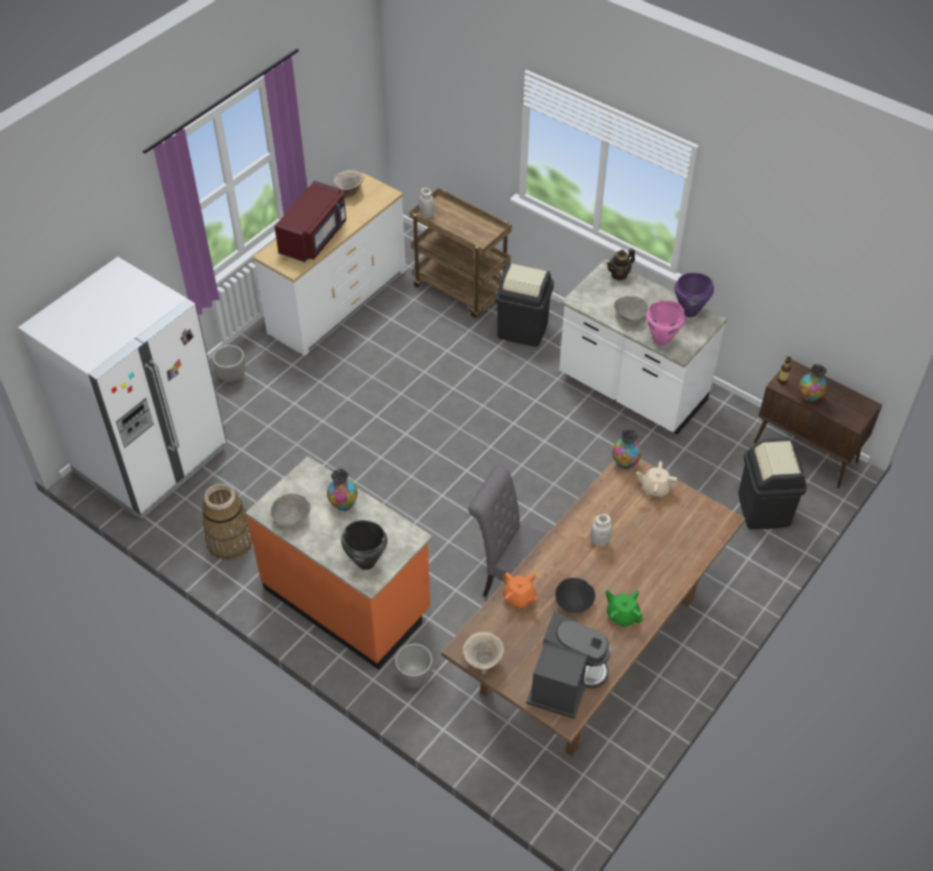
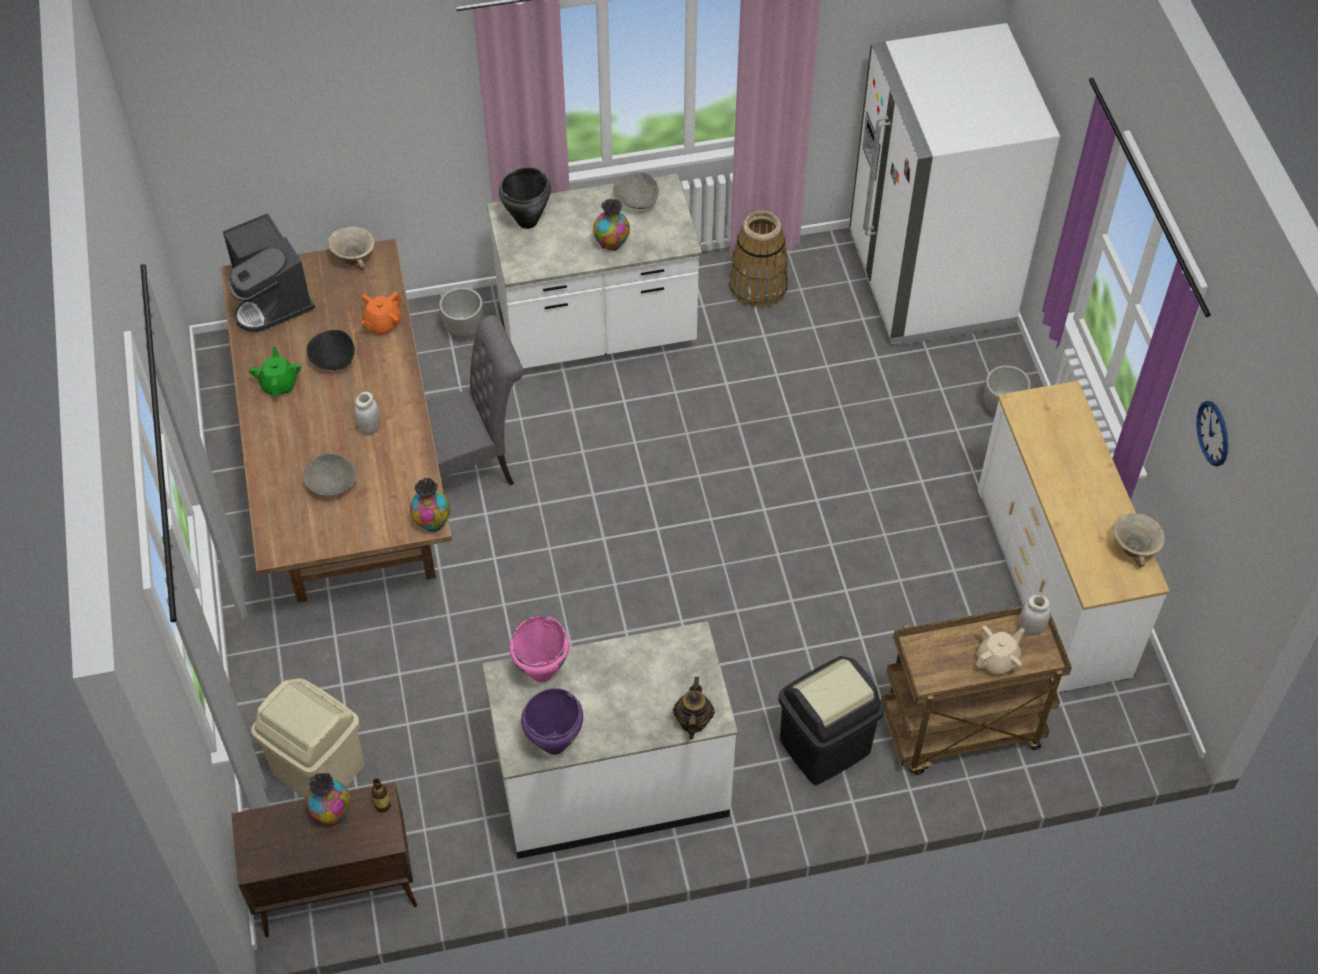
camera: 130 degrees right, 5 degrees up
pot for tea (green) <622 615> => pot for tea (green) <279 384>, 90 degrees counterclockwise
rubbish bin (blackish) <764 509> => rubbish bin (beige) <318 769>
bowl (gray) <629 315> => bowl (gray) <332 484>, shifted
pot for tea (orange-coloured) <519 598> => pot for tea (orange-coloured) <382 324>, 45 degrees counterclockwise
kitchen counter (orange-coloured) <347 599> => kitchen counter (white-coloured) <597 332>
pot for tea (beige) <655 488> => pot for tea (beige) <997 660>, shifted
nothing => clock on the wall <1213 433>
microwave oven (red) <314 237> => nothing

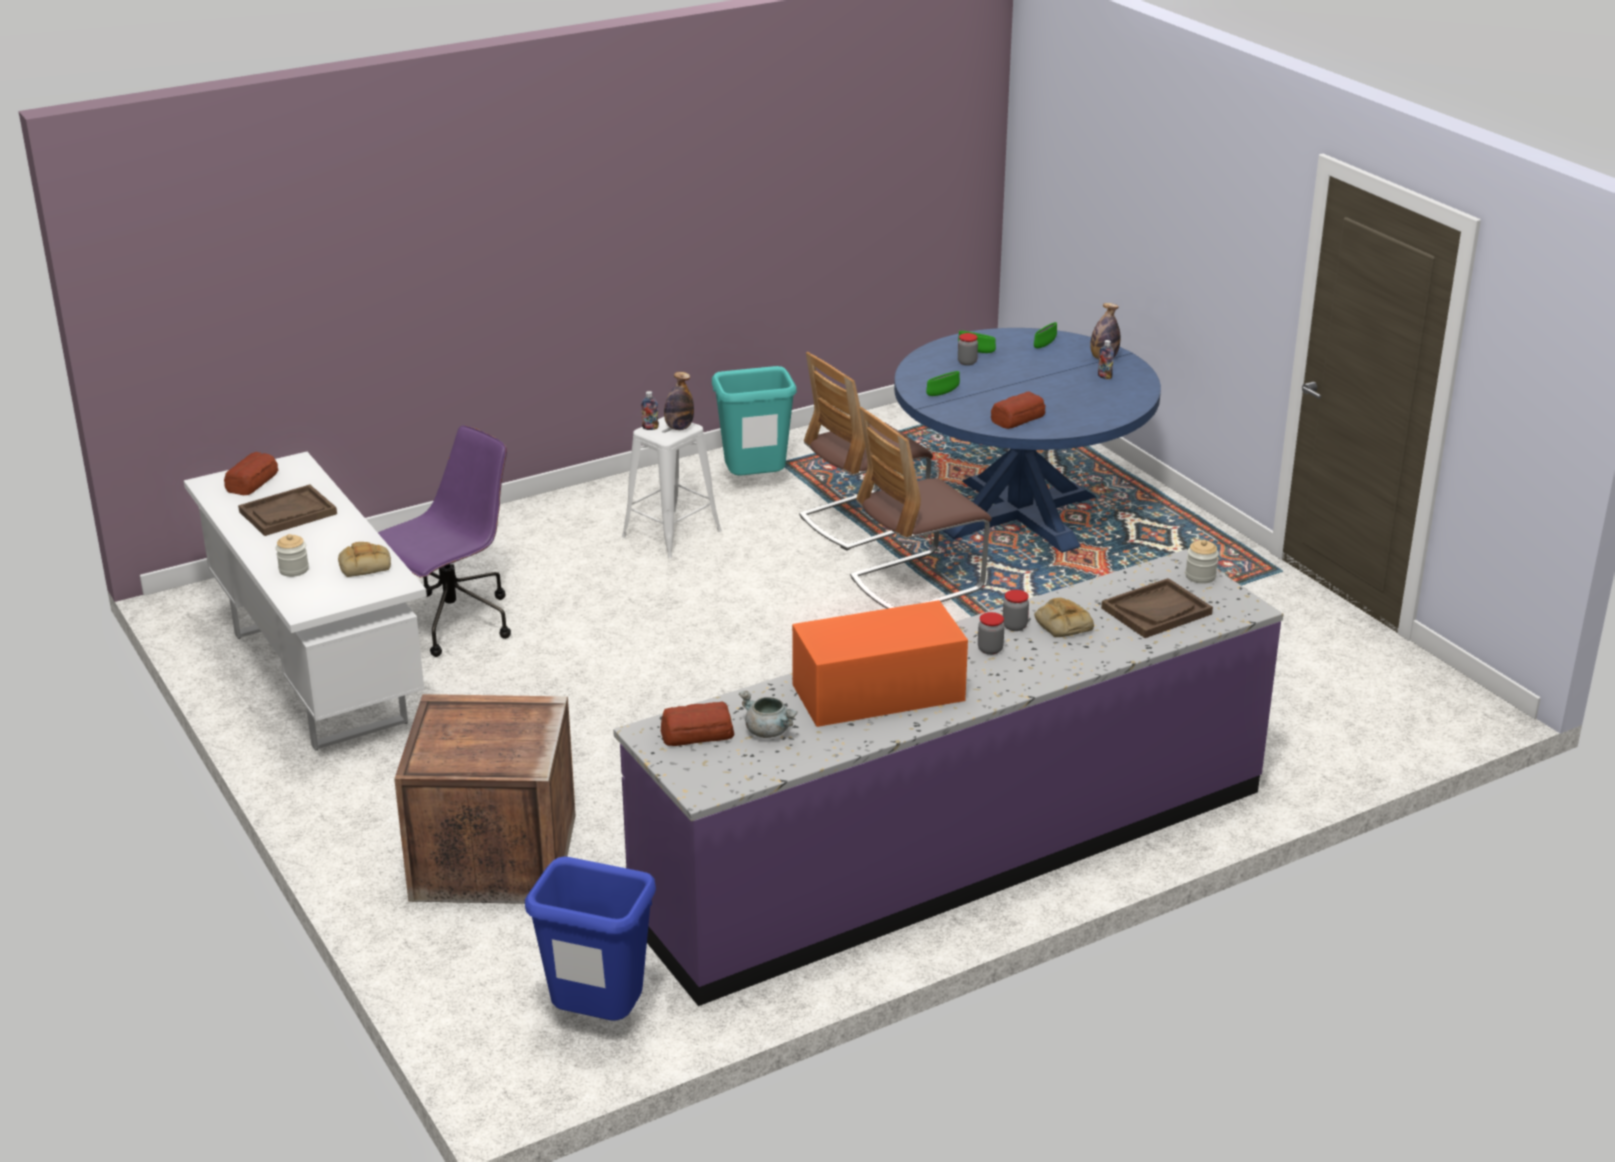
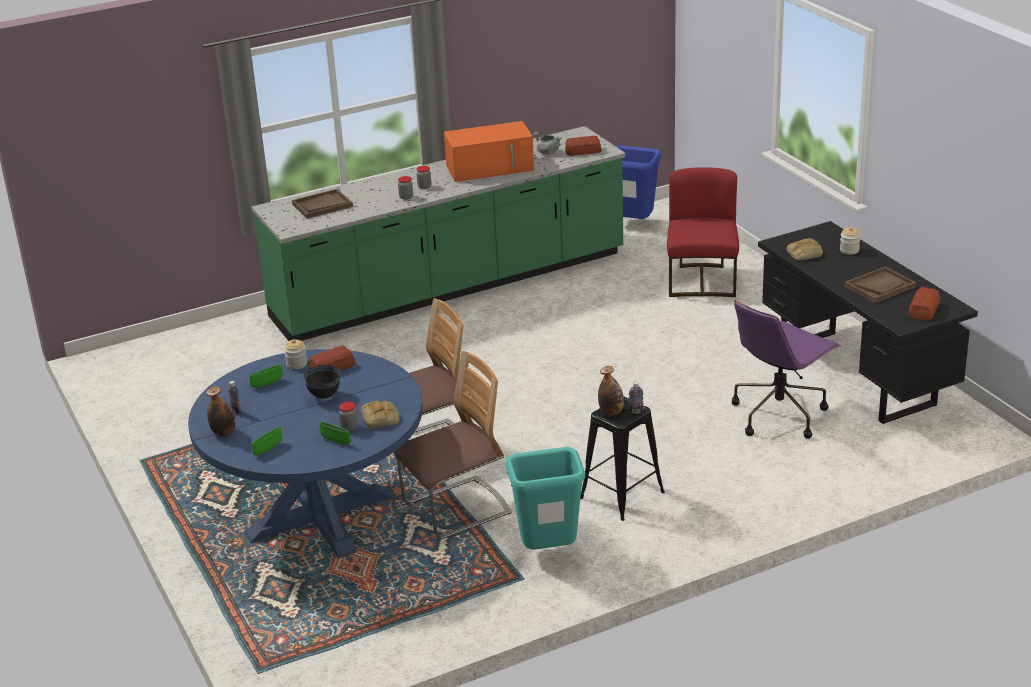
camera: 175 degrees left, 0 degrees up
bowl (green) <942 393> => bowl (green) <267 384>, shifted
kitchen counter (purplish) <955 852> => kitchen counter (green) <450 286>
storage jar <1200 576> => storage jar <296 364>, shifted
nothing => bowl (blackish) <324 396>
bread <1062 624> => bread <381 419>, shifted
sitting stool (white-coloured) <672 533> => sitting stool (blackish) <621 495>
crate <491 858> => upright chair (red) <702 281>
desk (white-coloured) <316 677> => desk (blackish) <857 375>

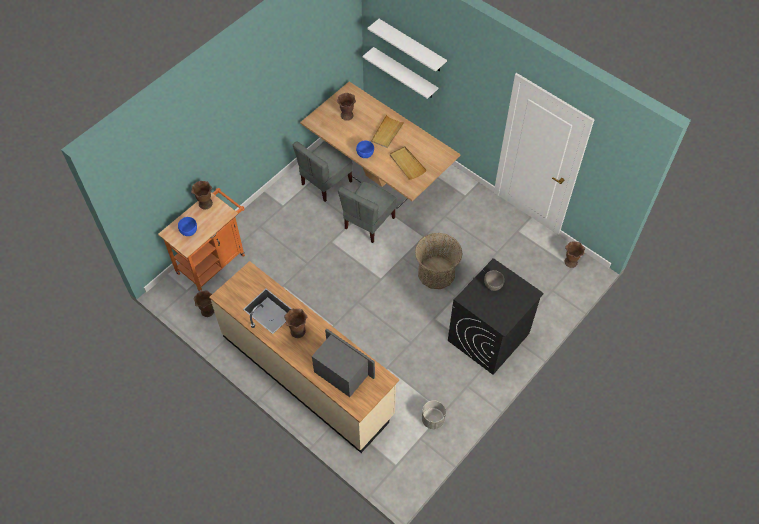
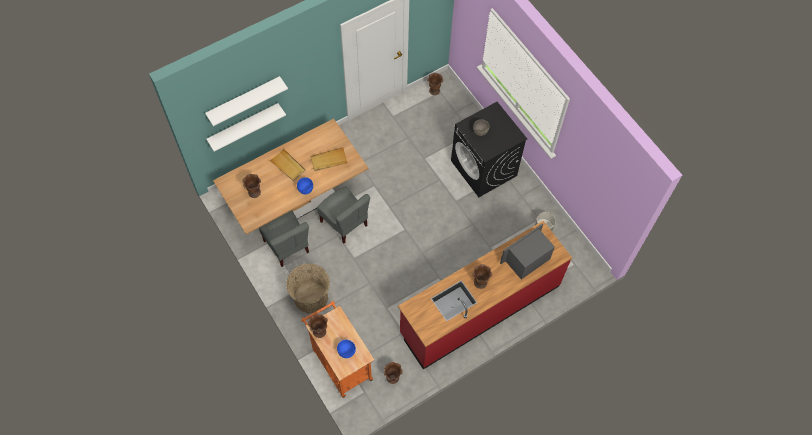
camera: 75 degrees left, 5 degrees up
storage basket <436 273> => storage basket <310 297>, shifted
kitchen counter (beige) <307 374> => kitchen counter (red) <479 309>

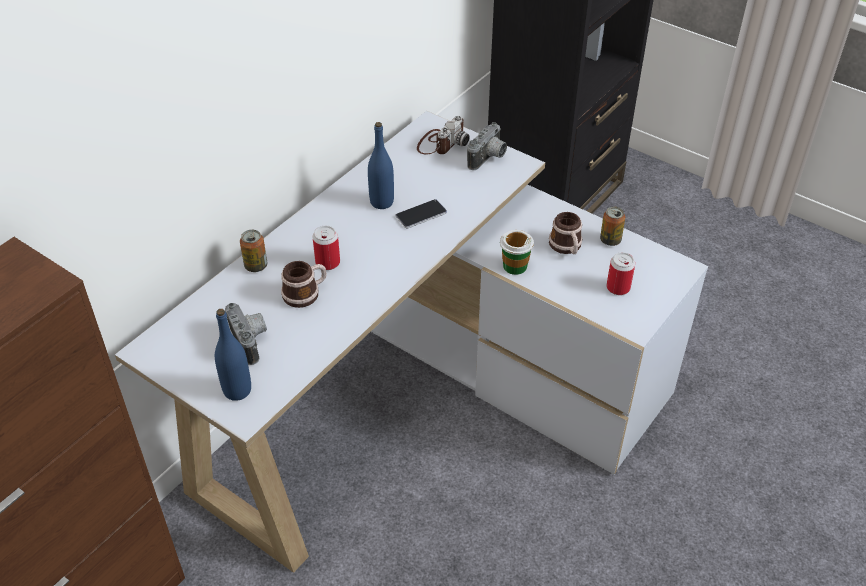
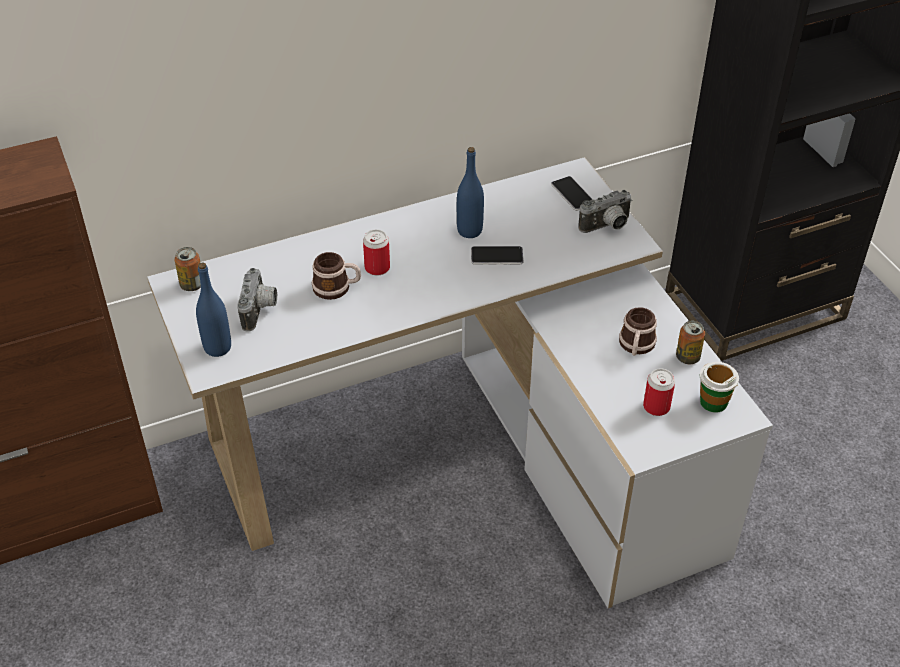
camera: 30 degrees right, 0 degrees up
can <256 266> => can <192 285>, shifted
photo camera <441 143> => phone <572 194>
small cup <514 266> => small cup <713 402>, shifted

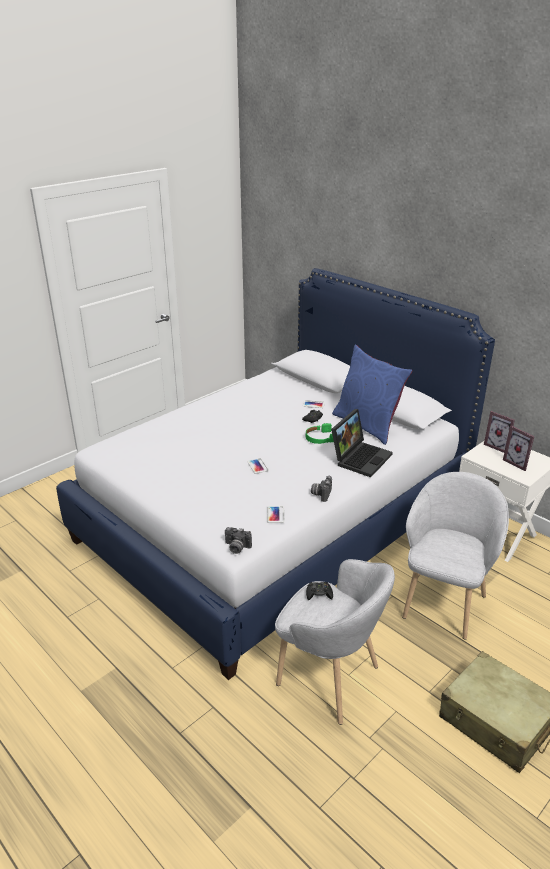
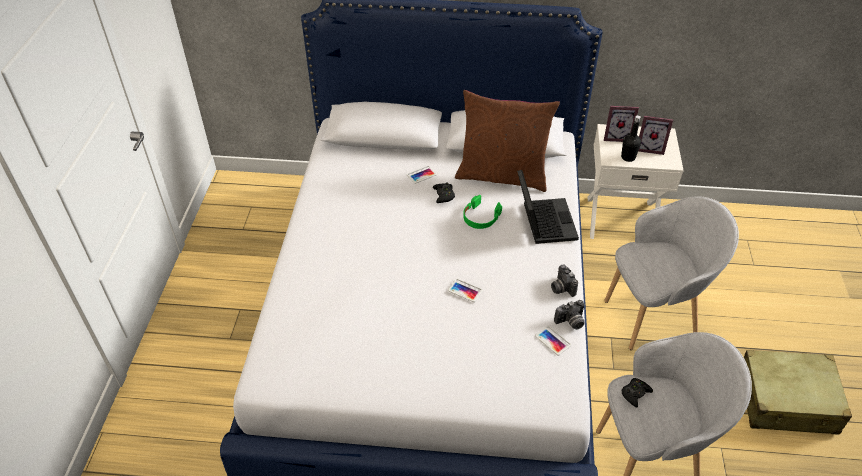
camera: 40 degrees left, 15 degrees up
throw pillow (blue) <367 425> => throw pillow (brownish) <502 175>
photo camera <236 548> => photo camera <570 322>, shifted
armchair (gray) <443 603> => armchair (gray) <653 317>, 90 degrees clockwise
nothing => beverage bottle (blackish) <628 157>

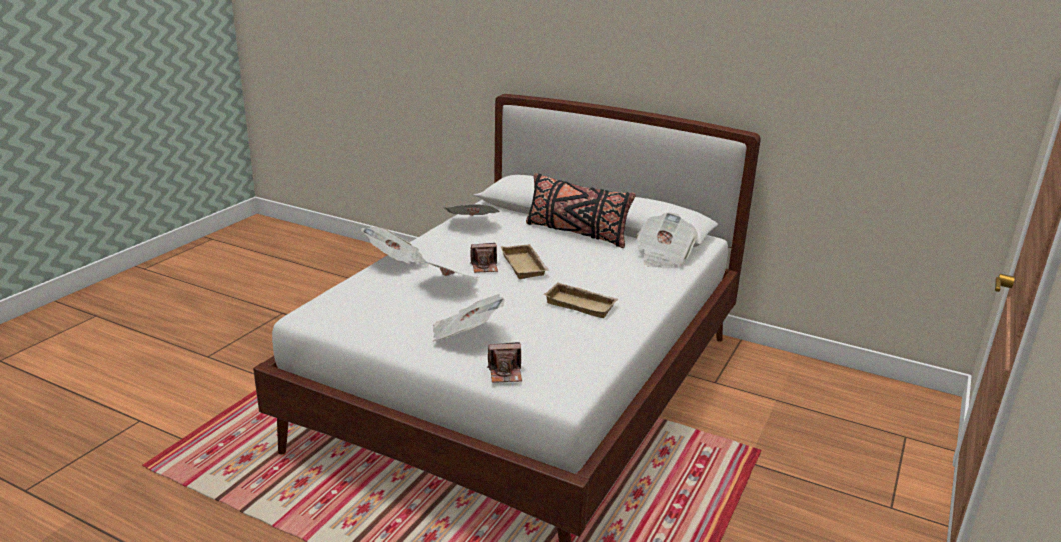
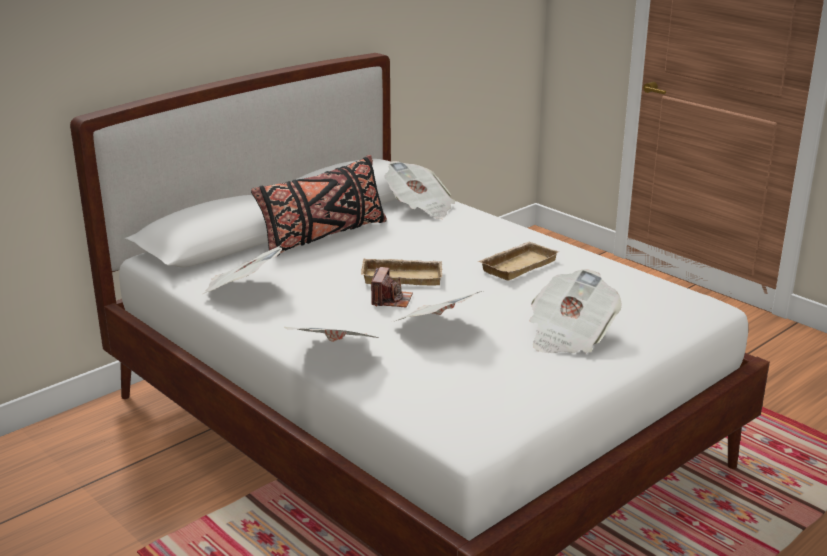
camera: 70 degrees left, 0 degrees up
photo camera <505 373> => nothing

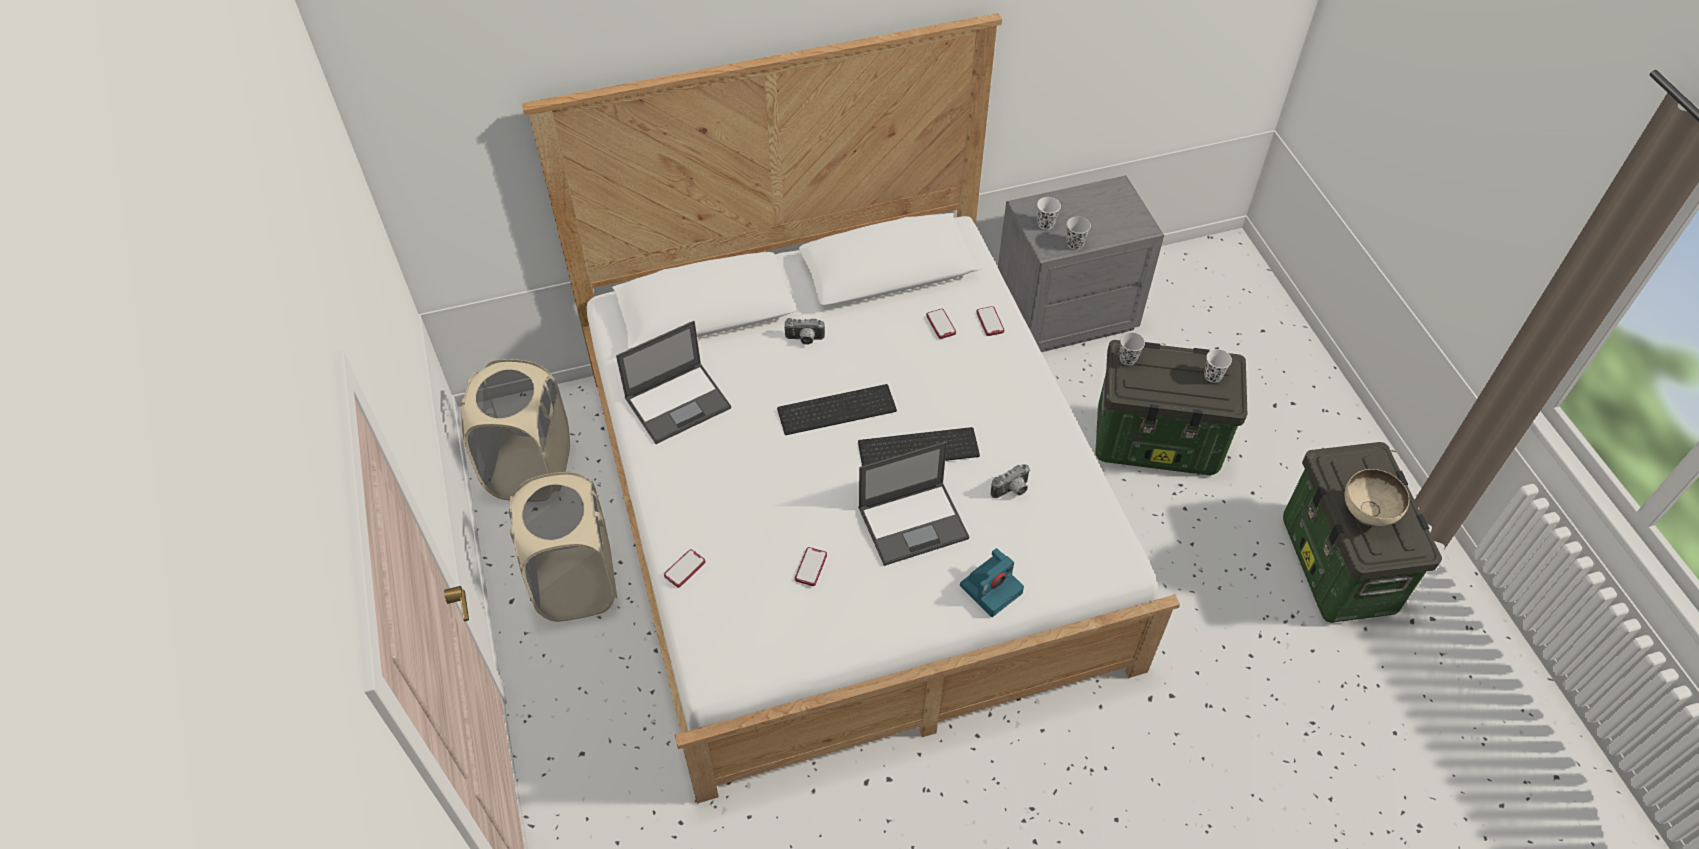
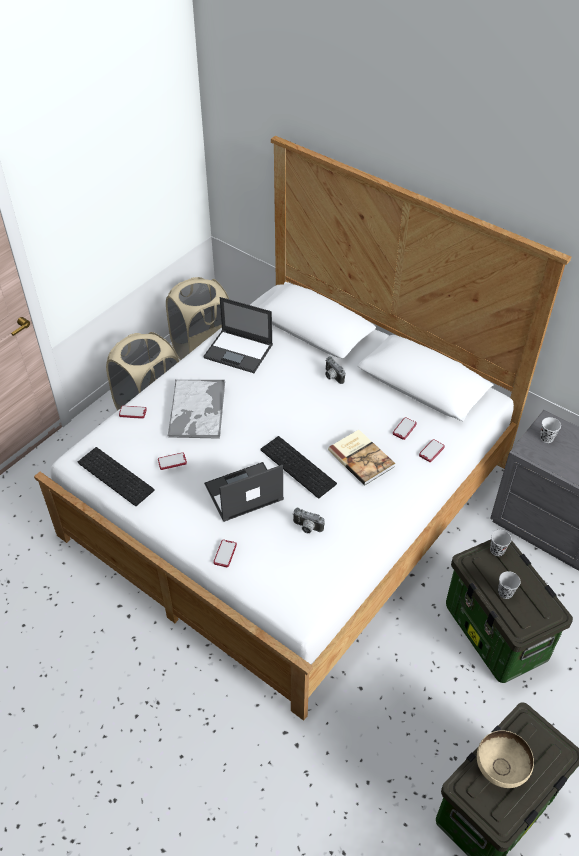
camera: 55 degrees right, 5 degrees down
PC keyboard <837 408> => PC keyboard <117 476>, shifted
nothing => serving tray <197 410>
portable computer <914 522> => portable computer <242 492>, 120 degrees clockwise
photo camera <991 588> => phone <225 554>
nothing => volume <361 457>
small cup (blackish) <1075 243> => small cup (blackish) <505 592>, shifted
small cup (white-coloured) <1213 376> => nothing

